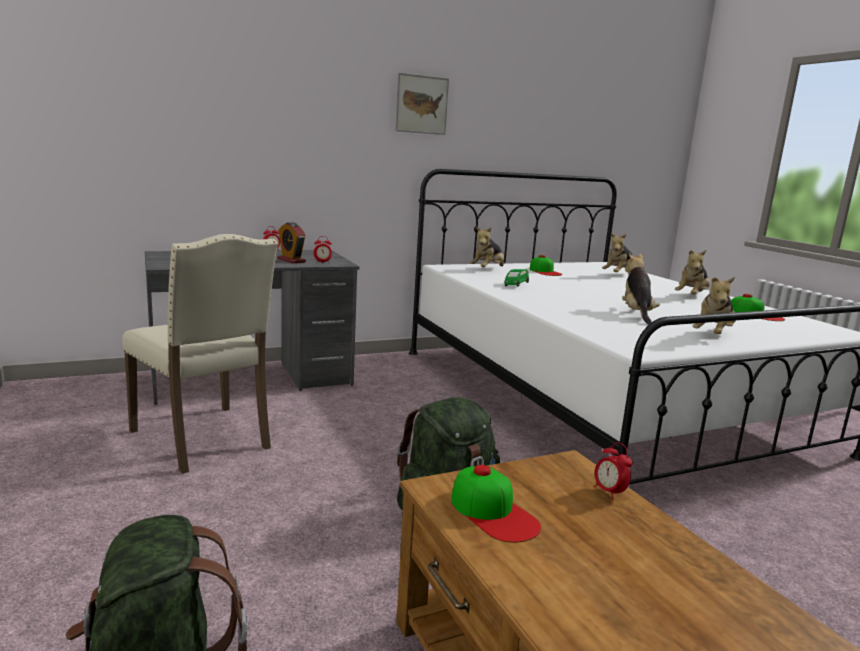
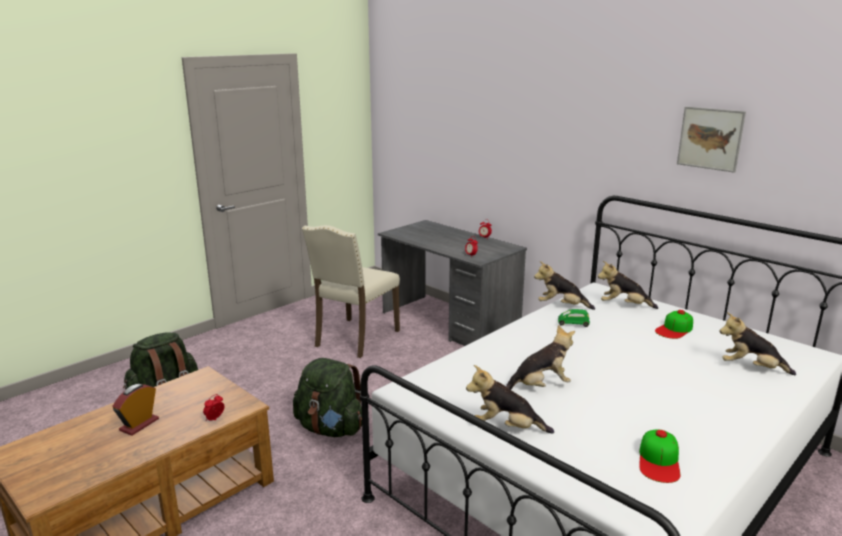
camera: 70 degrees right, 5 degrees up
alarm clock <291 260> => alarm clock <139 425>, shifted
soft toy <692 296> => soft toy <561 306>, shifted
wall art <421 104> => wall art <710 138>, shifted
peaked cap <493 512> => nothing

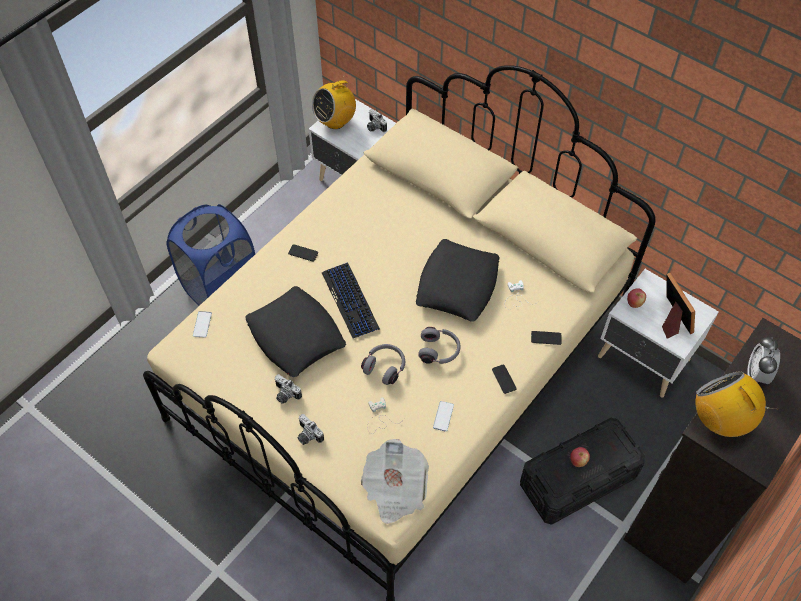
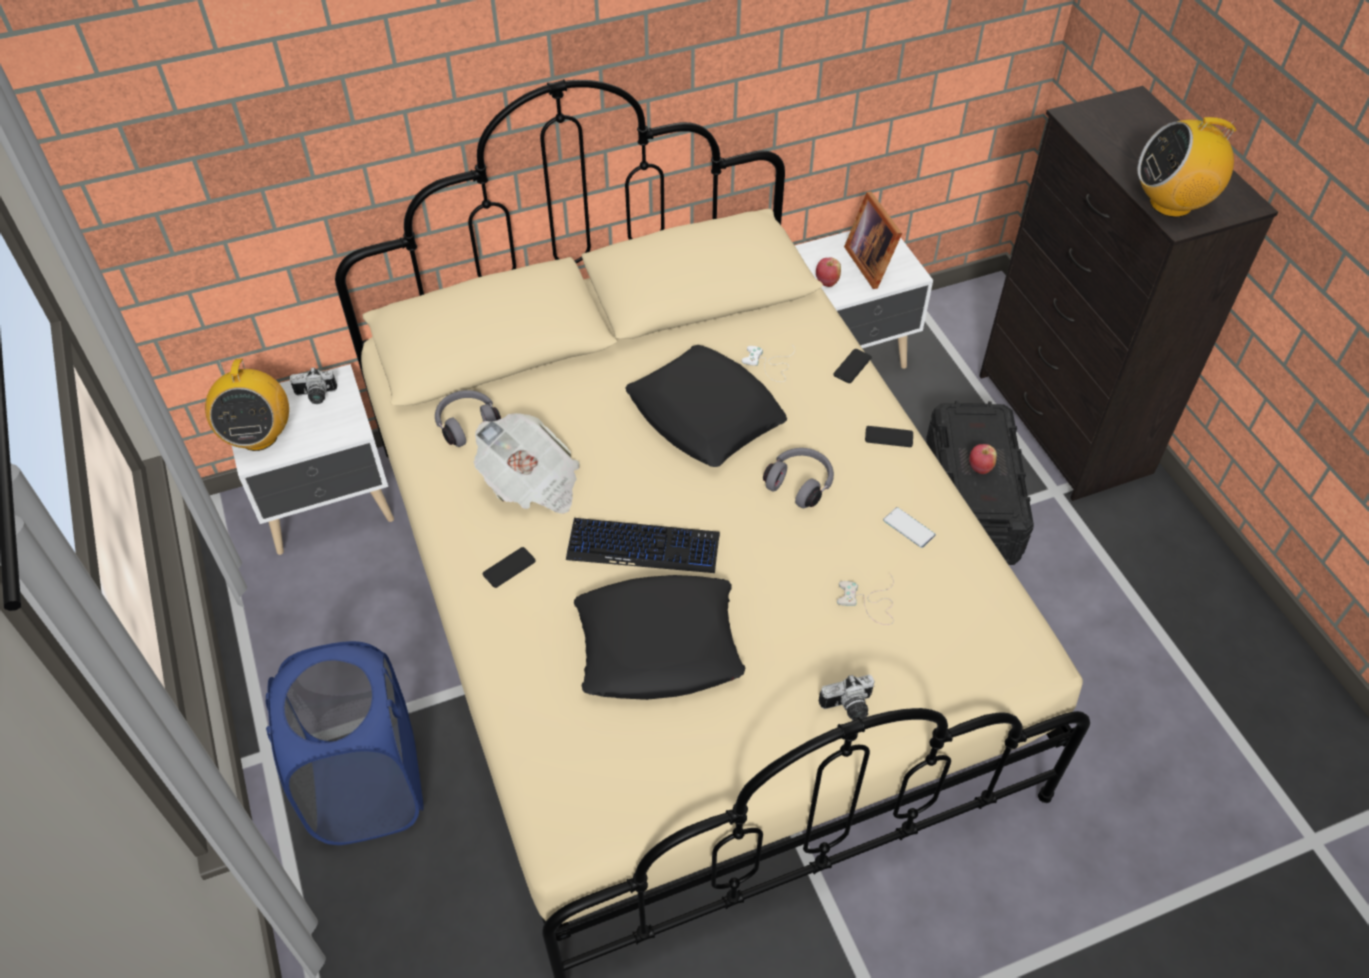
camera: 60 degrees left, 5 degrees down
pair of headphones (gray) <385 367> => pair of headphones (gray) <467 424>, shifted
daily paper <395 489> => daily paper <531 483>, shifted
picture frame <671 319> => picture frame <872 262>, 120 degrees counterclockwise
phone <202 324> => nothing
photo camera <285 395> => nothing
alarm clock <756 374> => nothing

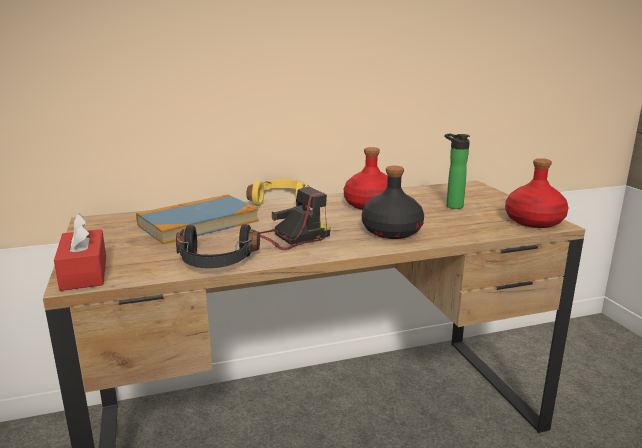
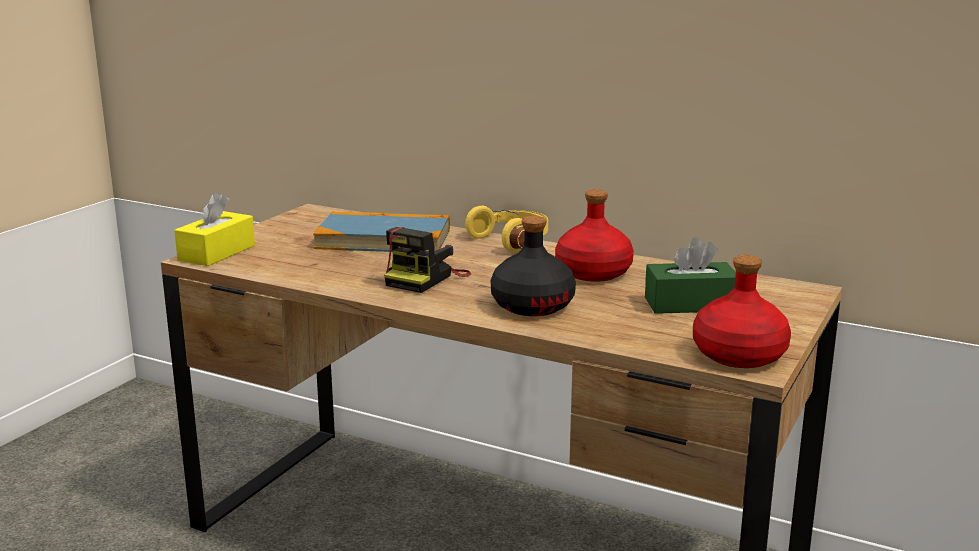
camera: 45 degrees right, 0 degrees up
tissue holder (red) <84 273> => tissue holder (yellow) <217 253>
photo camera <294 237> => photo camera <426 279>, 105 degrees clockwise
beverage bottle <452 206> => tissue holder (green) <690 304>
pair of headphones (blackish) <216 263> => nothing

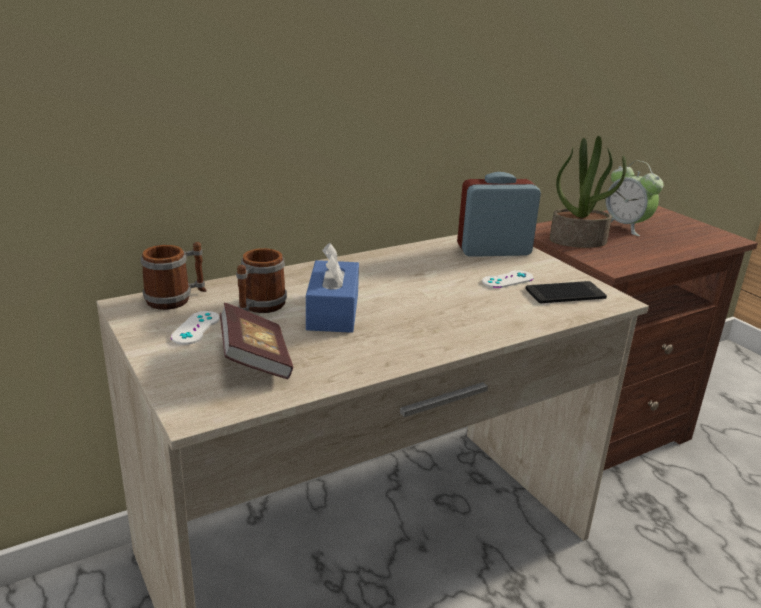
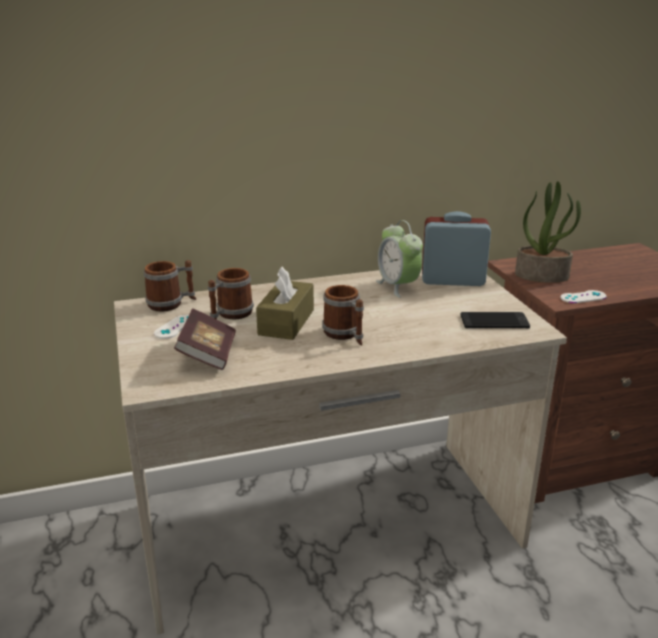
camera: 15 degrees right, 0 degrees up
tissue holder (blue) <333 311> => tissue holder (brownish) <286 322>
nothing => coffee mug <345 335>
alarm clock <626 227> => alarm clock <398 286>, shifted
game controller (white-coloured) <507 280> => game controller (white-coloured) <583 297>, shifted

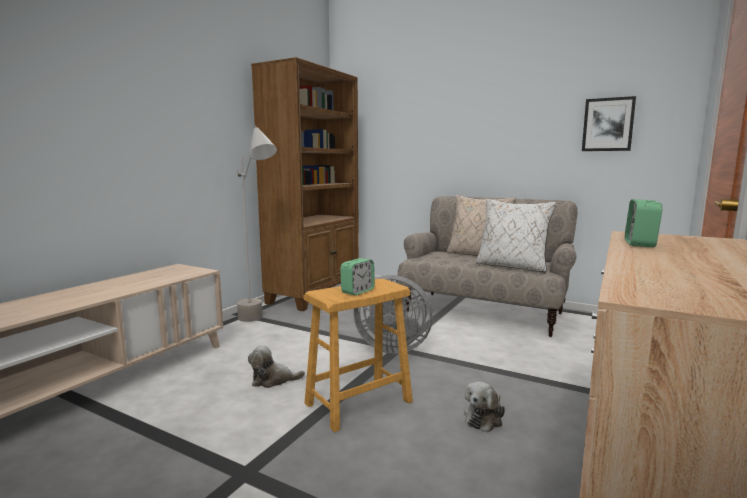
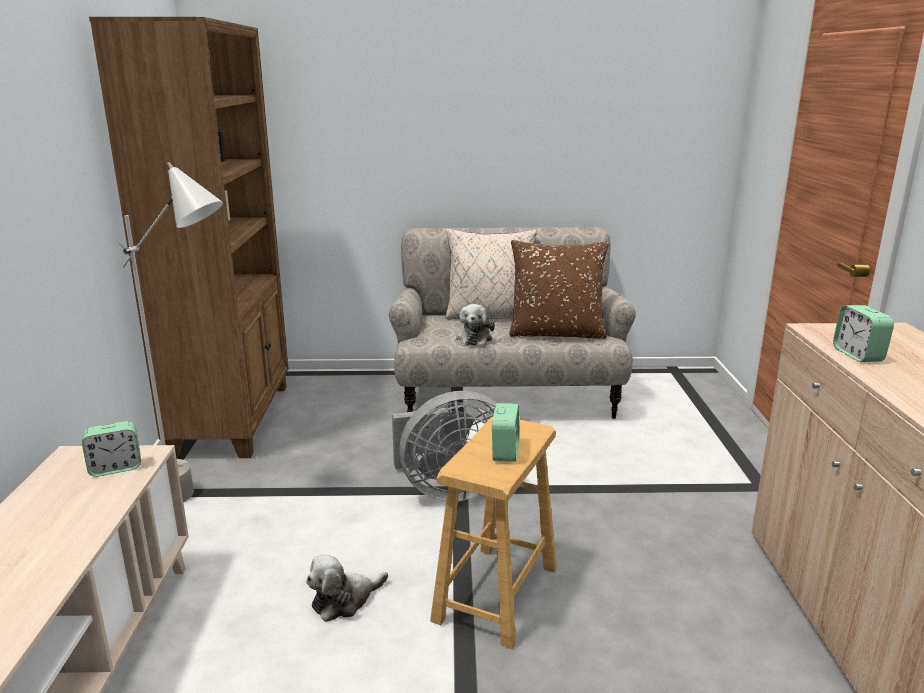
camera: 30 degrees left, 10 degrees up
nothing => alarm clock <115 468>
soft toy <484 418> => soft toy <474 338>, shifted
throw pillow (white-coloured) <512 266> => throw pillow (brownish) <556 333>
wall art <608 124> => nothing

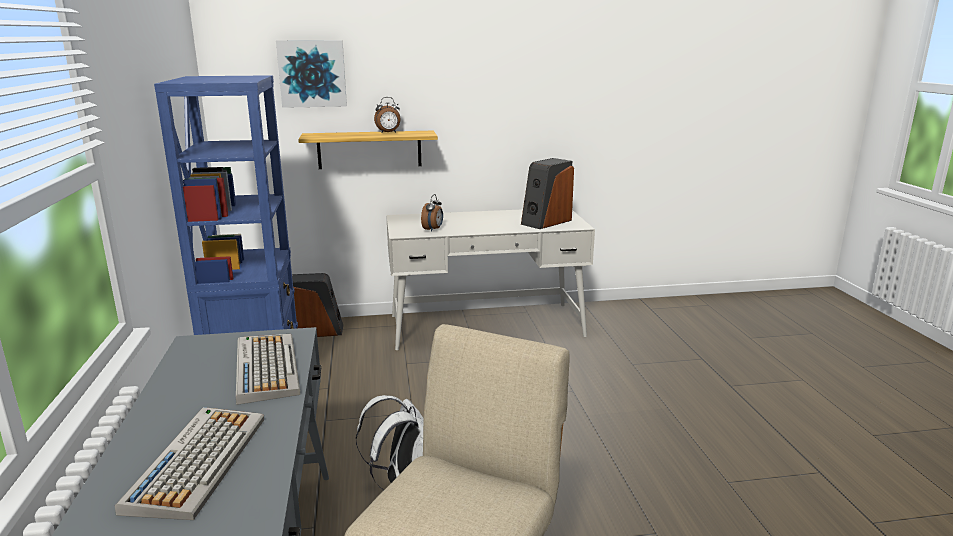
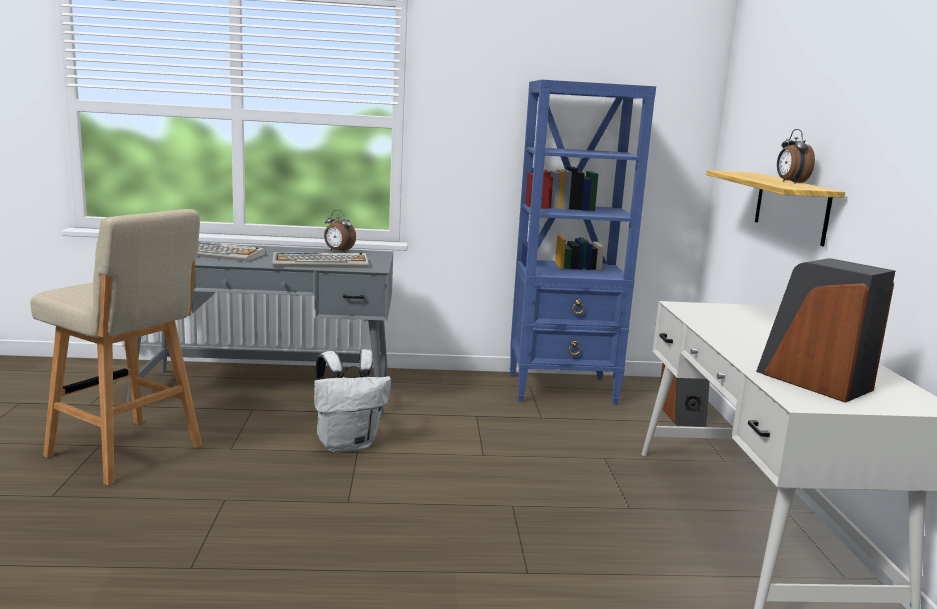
camera: 95 degrees right, 5 degrees down
alarm clock <433 229> => alarm clock <338 251>, shifted
wall art <312 73> => nothing

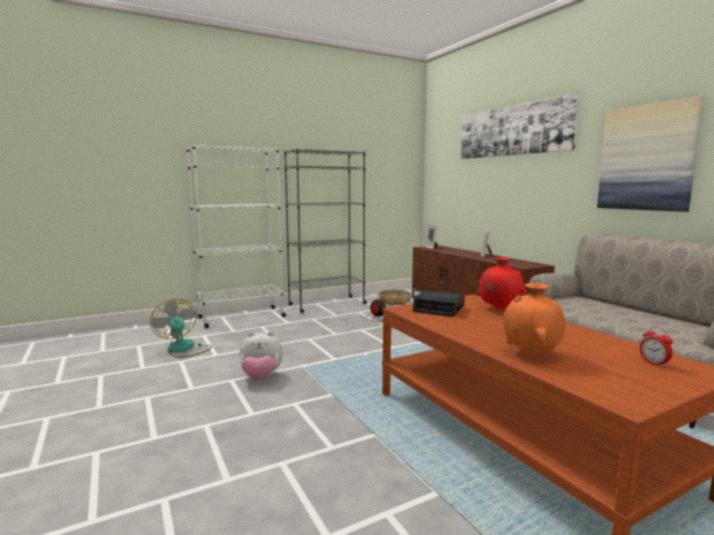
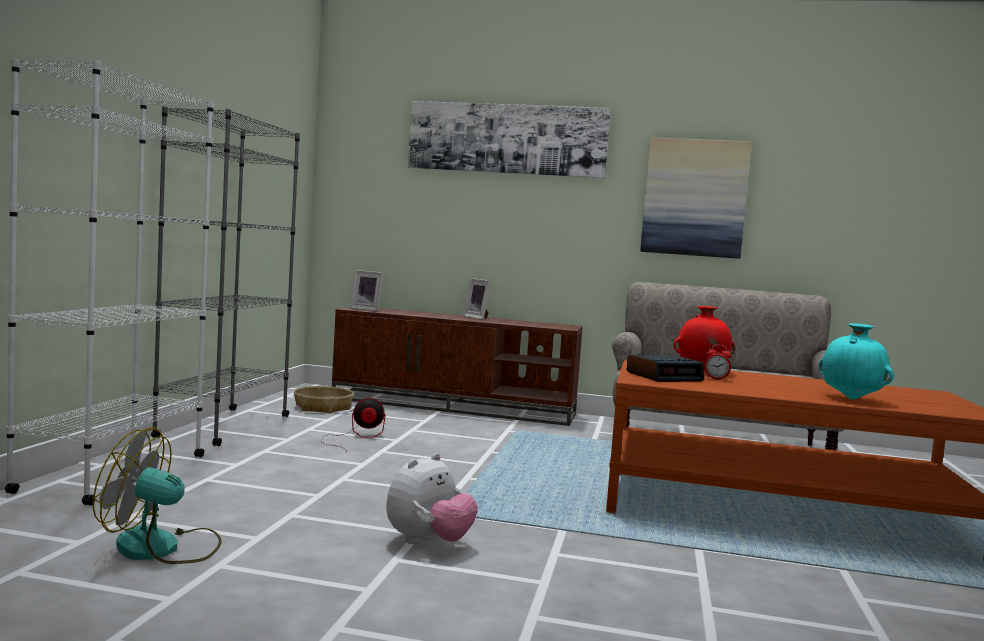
camera: 50 degrees left, 5 degrees down
alarm clock <654 363> => alarm clock <716 379>, shifted
flower vase (orange-coloured) <531 354> => flower vase (blue-green) <852 399>

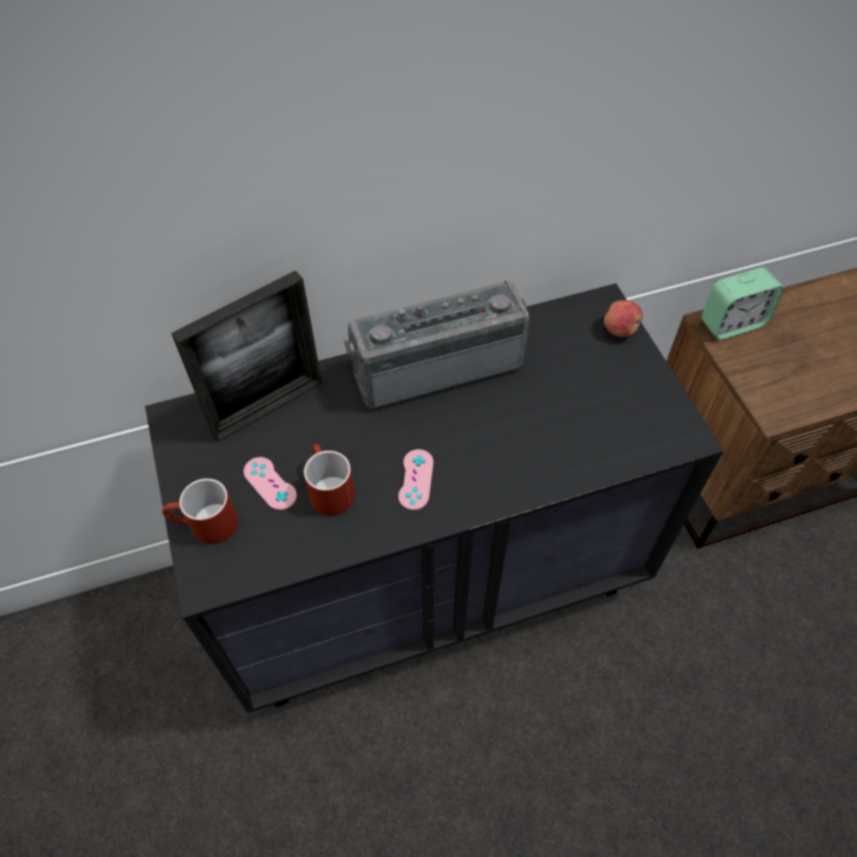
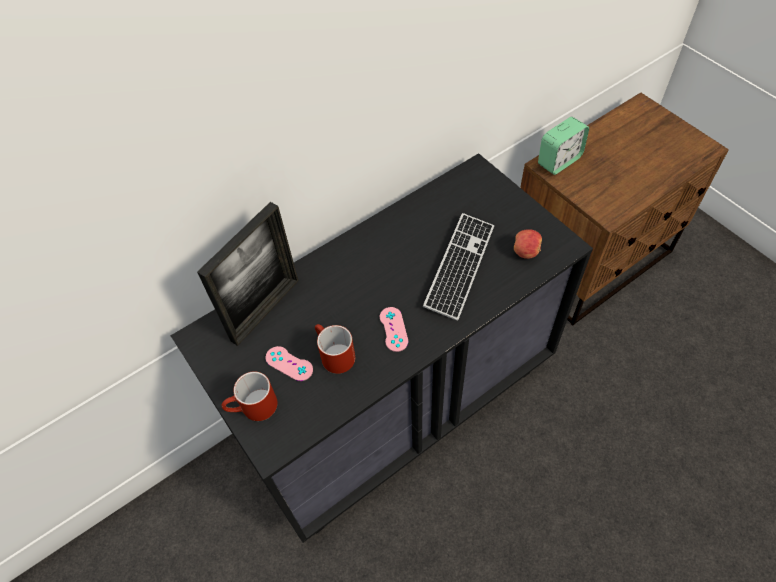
camera: 15 degrees left, 0 degrees up
nothing => PC keyboard <459 267>
apple fruit <620 330> => apple fruit <526 252>, shifted
radio receiver <436 364> => nothing

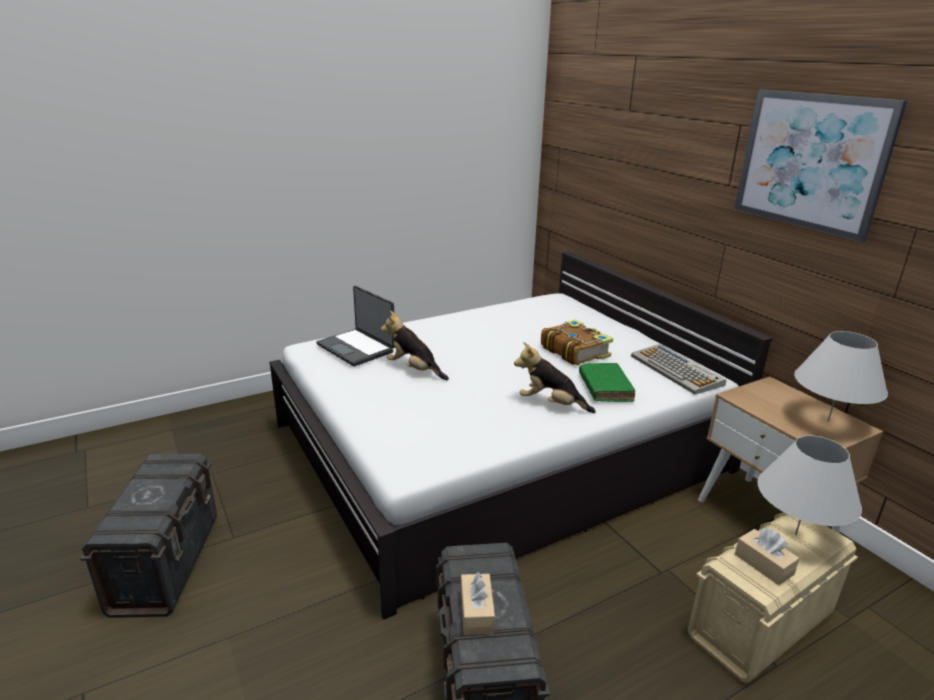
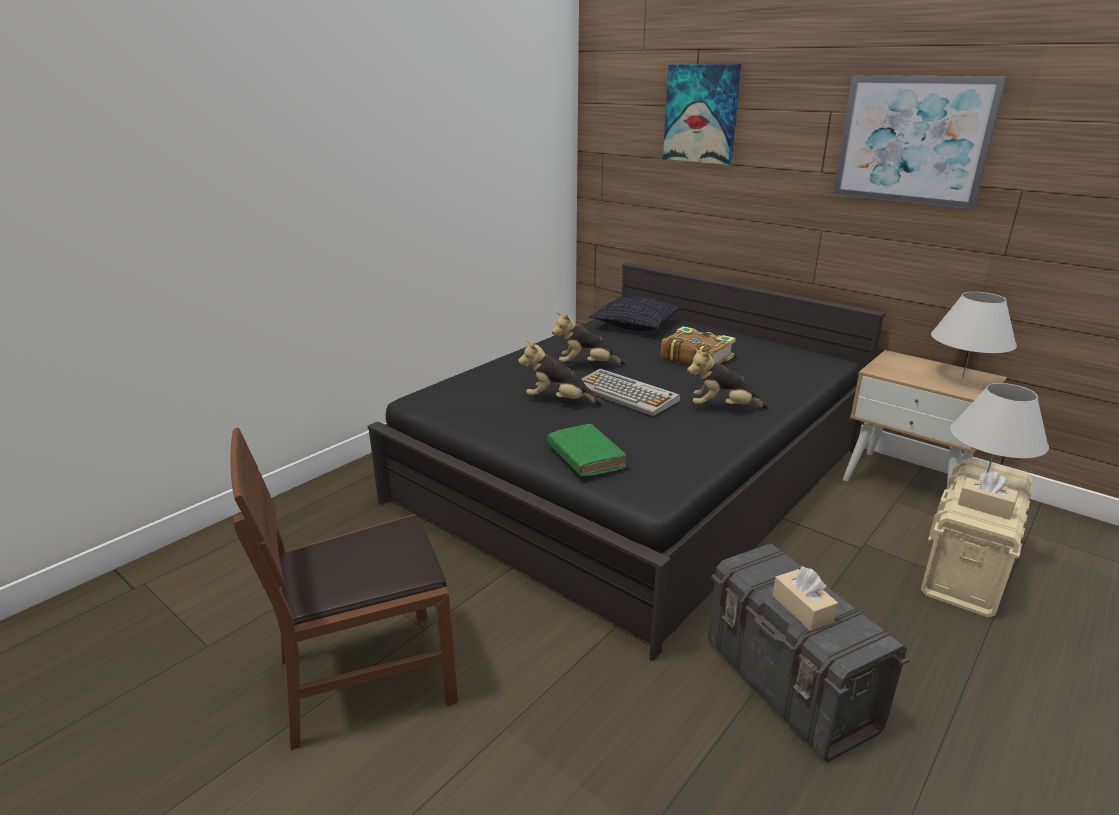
camera: 20 degrees left, 0 degrees up
storage box (gray) <167 563> => upright chair (brownish) <367 677>
bed (white-coloured) <499 447> => bed (blackish) <634 473>
volume (green) <605 388> => volume (green) <585 458>, shifted
nothing => soft toy <587 365>
PC keyboard <677 370> => PC keyboard <626 394>, shifted
nothing => throw pillow <636 325>
nothing => wall art <701 114>
portable computer <357 348> => nothing

